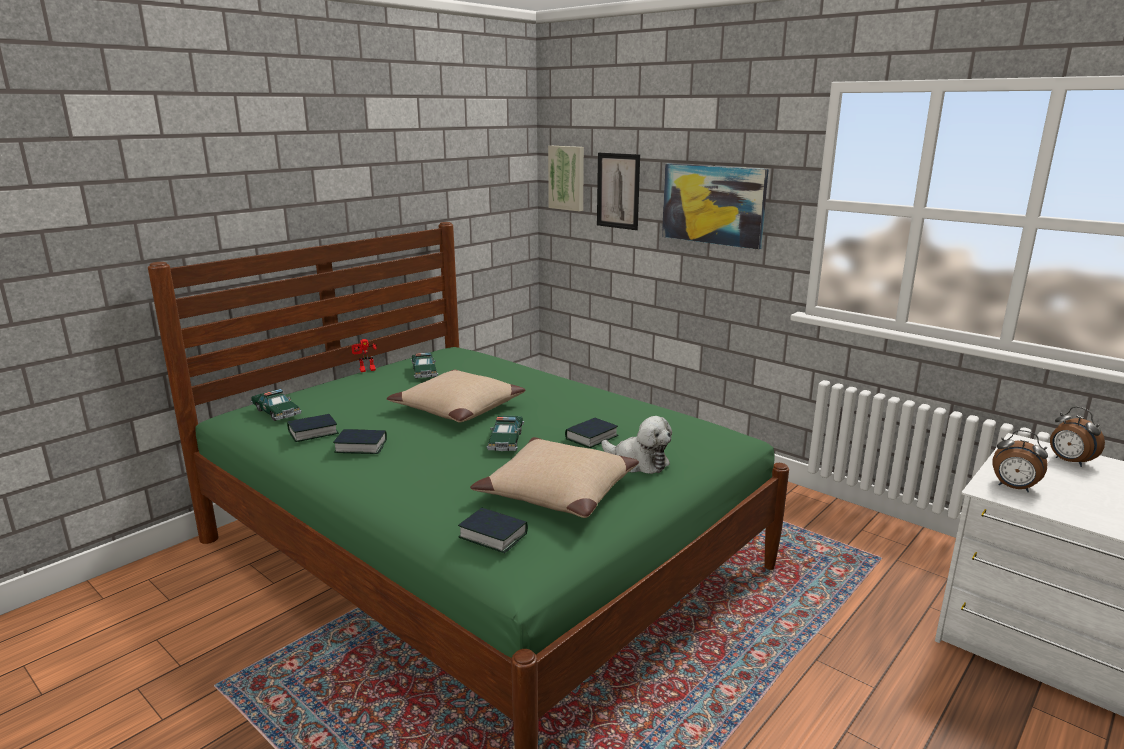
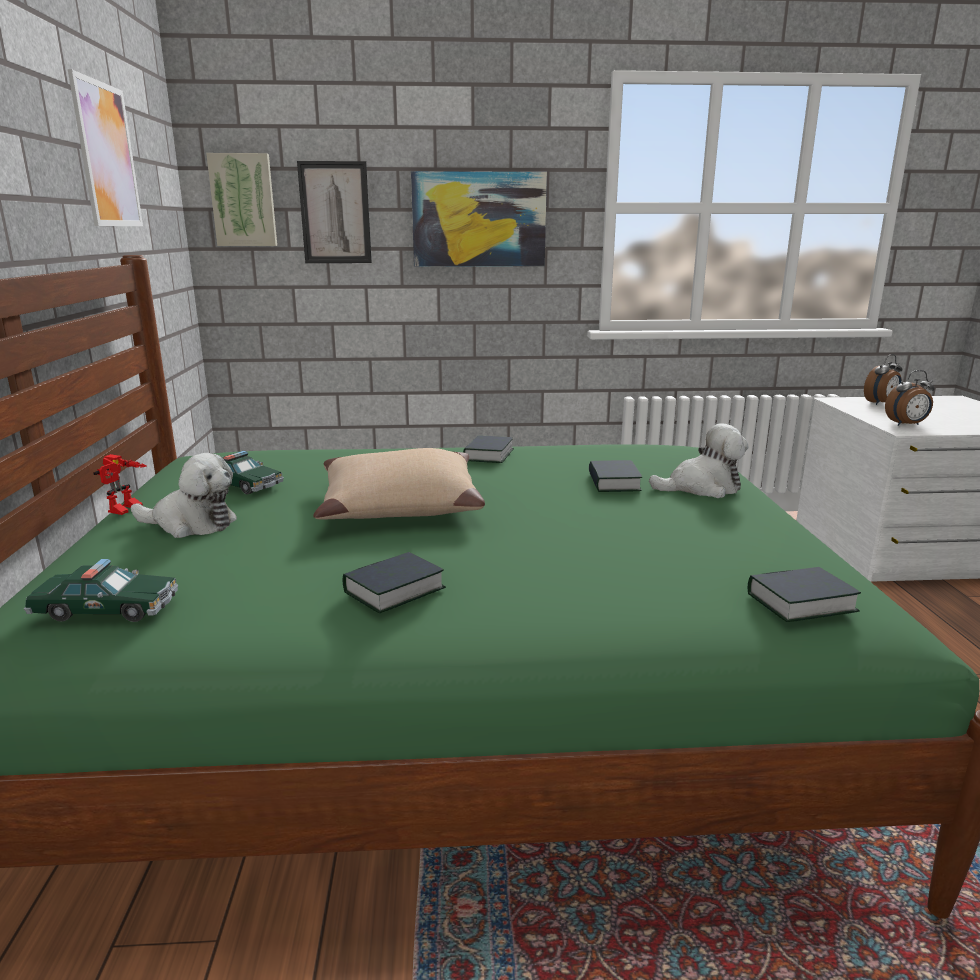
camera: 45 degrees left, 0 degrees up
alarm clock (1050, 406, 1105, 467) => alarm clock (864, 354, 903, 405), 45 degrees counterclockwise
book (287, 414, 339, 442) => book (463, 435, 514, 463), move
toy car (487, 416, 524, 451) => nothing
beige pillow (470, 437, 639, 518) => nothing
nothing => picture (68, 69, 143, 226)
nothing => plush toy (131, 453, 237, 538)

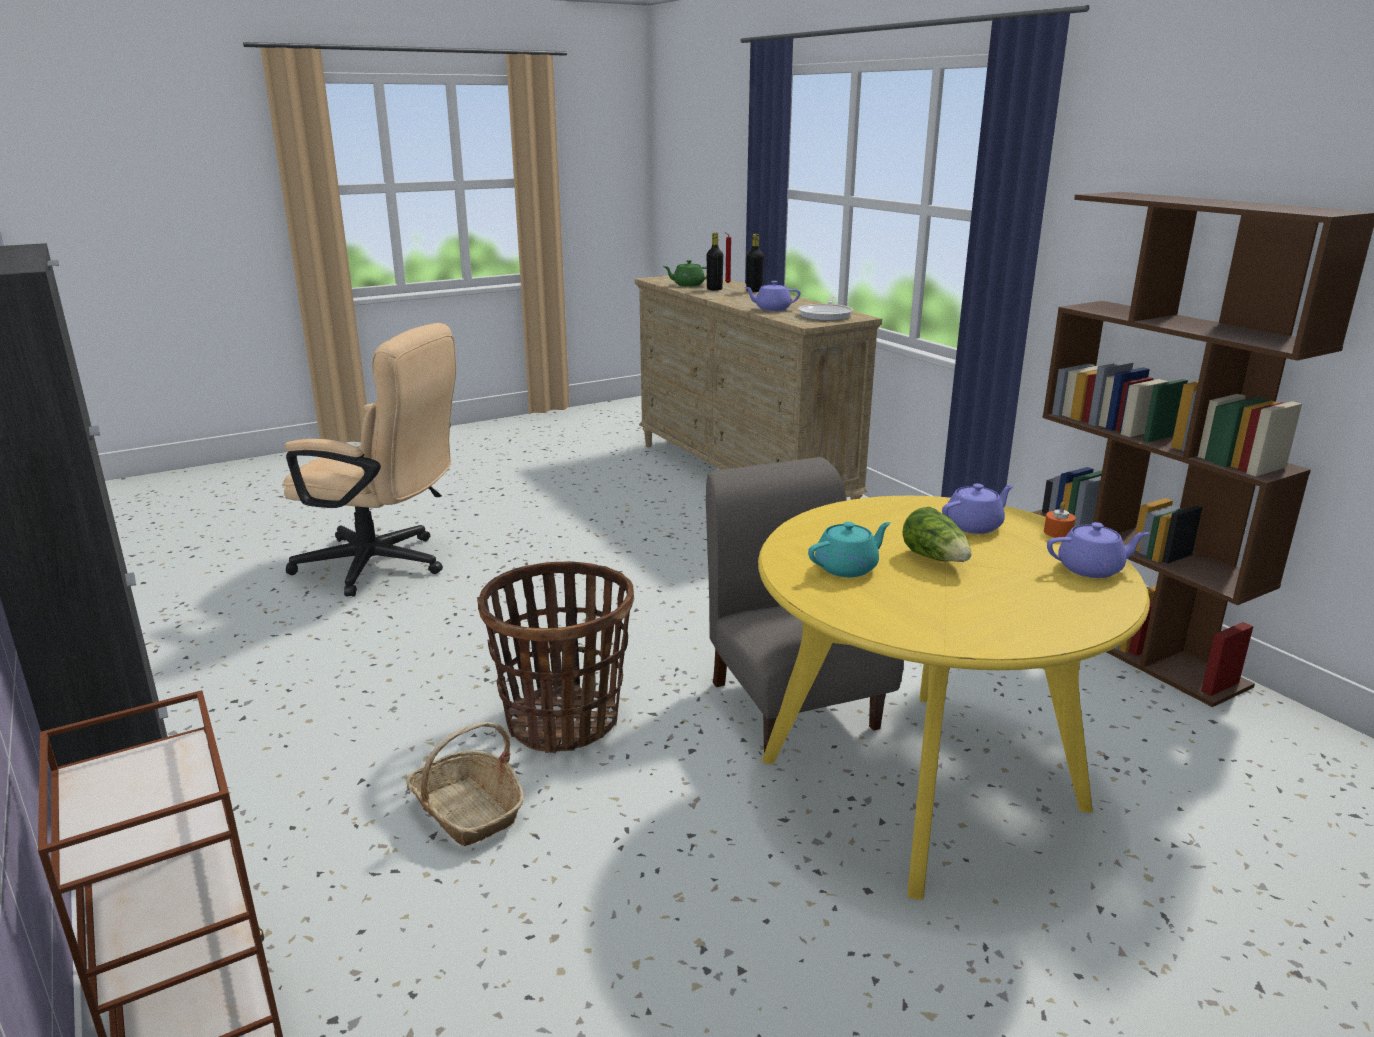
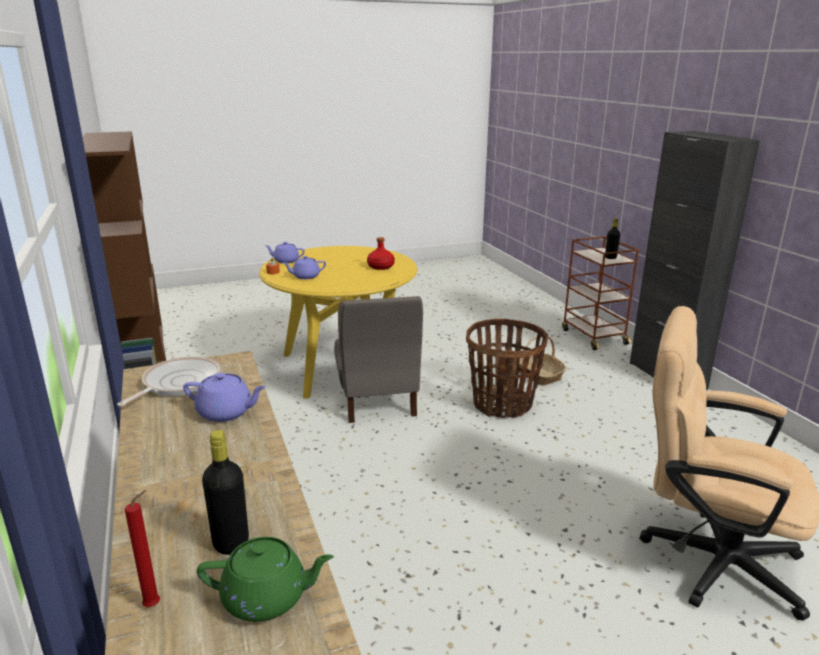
camera: 170 degrees left, 0 degrees up
black bottle (746, 234, 764, 292) => black bottle (605, 218, 620, 259), move
lettuce (903, 507, 971, 562) => nothing
turquoise teapot (808, 522, 891, 577) => red bottle (367, 237, 395, 270)

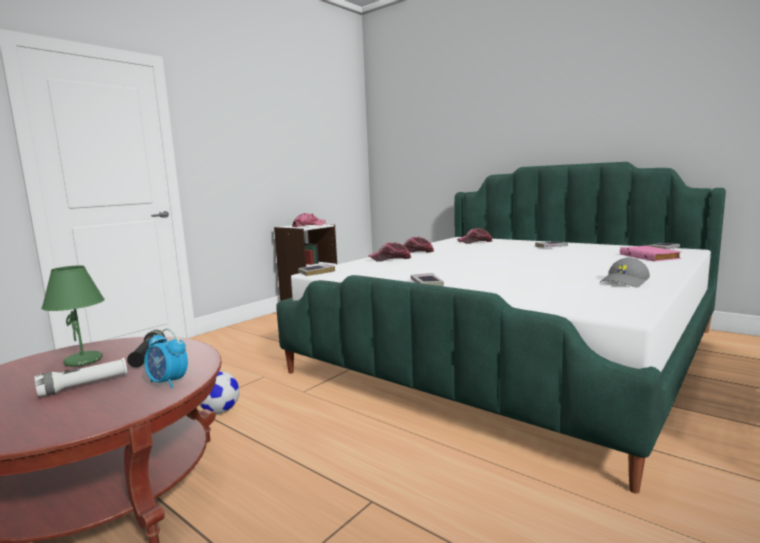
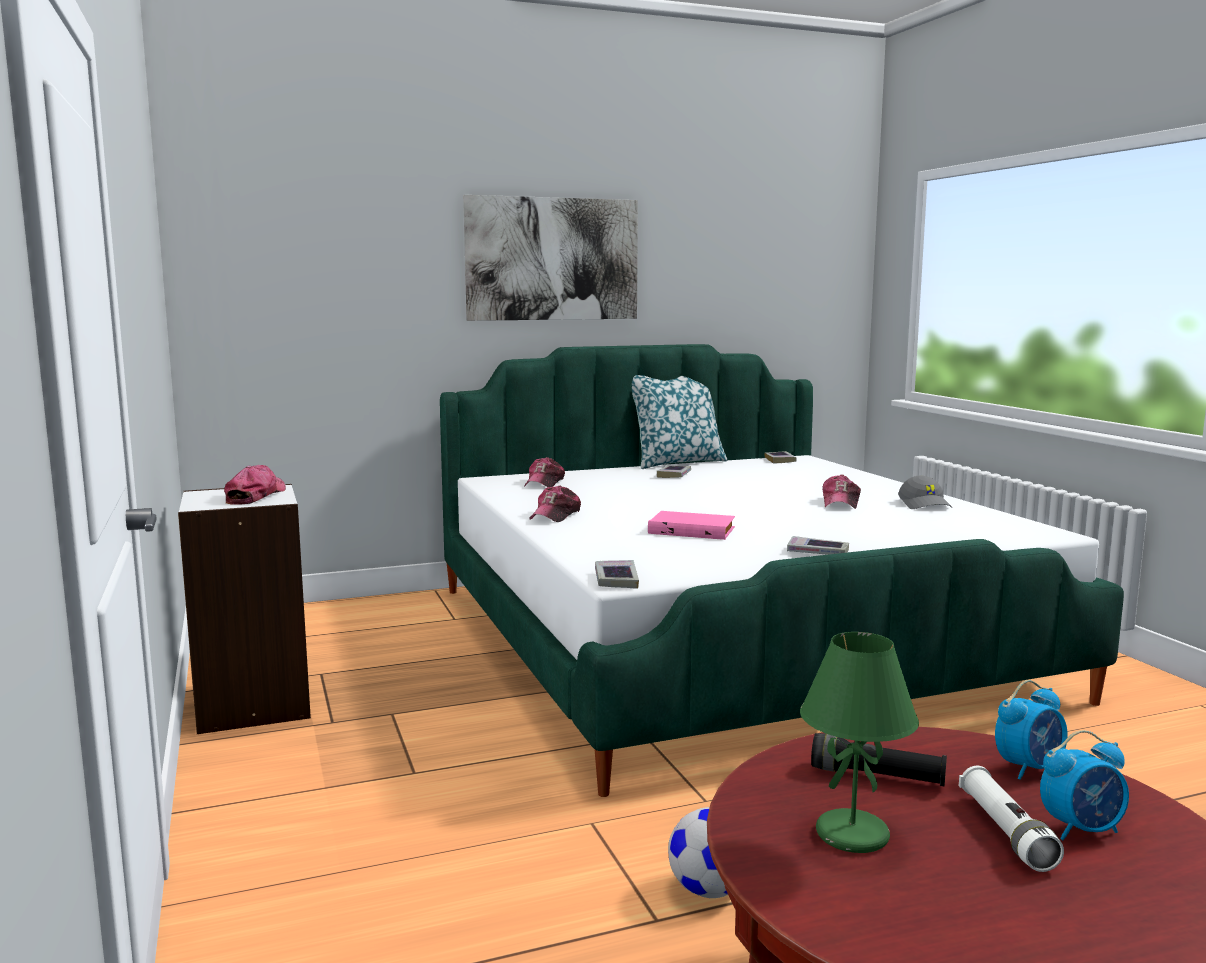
camera: 60 degrees left, 0 degrees up
cap (368, 242, 411, 262) => cap (823, 474, 861, 509), move
pink book (620, 246, 681, 262) => pink book (648, 511, 735, 540), move
nothing => picture (463, 195, 638, 321)
nothing => pillow (632, 375, 728, 469)
nothing => alarm clock (1040, 730, 1129, 840)

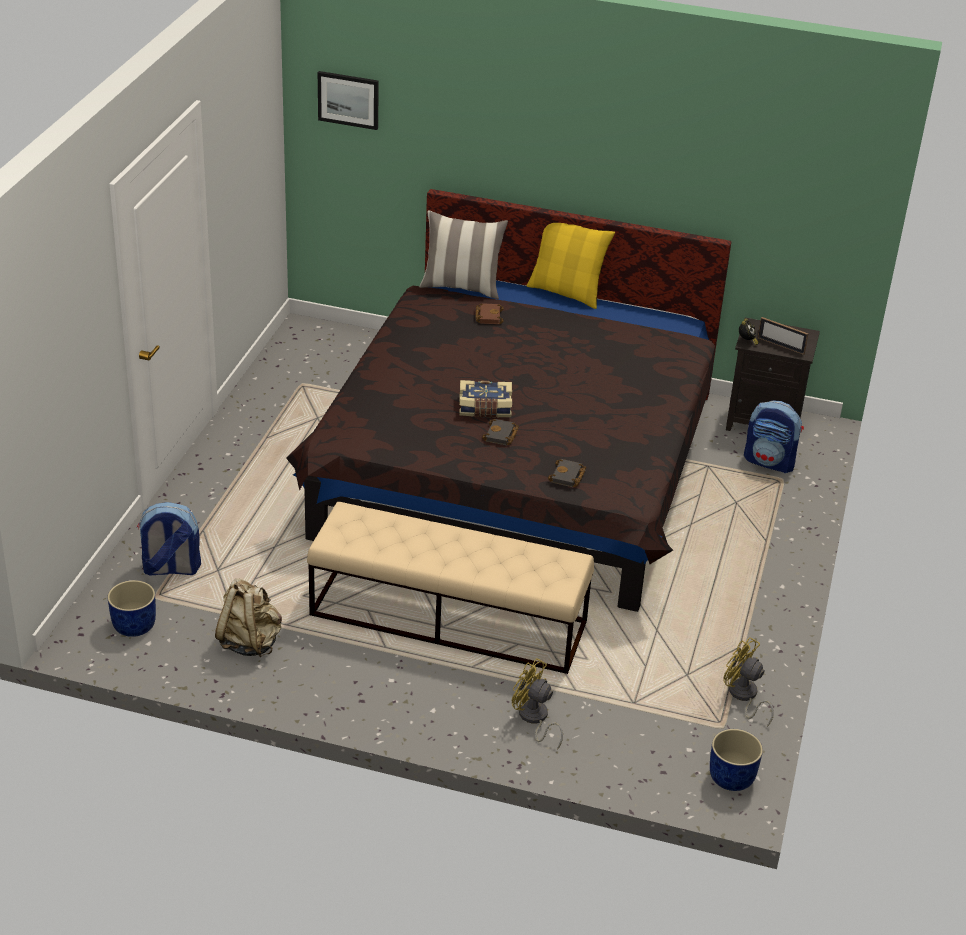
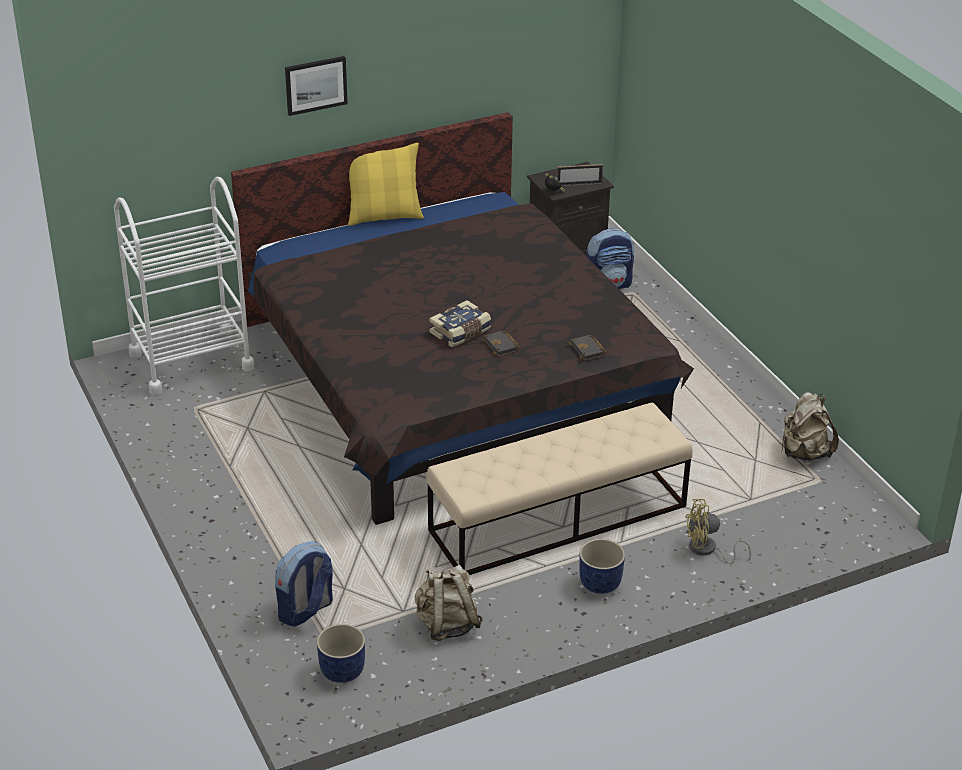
camera: 40 degrees left, 0 degrees up
picture (318, 71, 379, 130) => picture (285, 56, 348, 116), move
pillow (420, 210, 508, 299) => nothing
brown book (476, 303, 504, 324) => nothing
yellow fan (723, 637, 774, 727) => beige backpack (781, 392, 839, 461)
blue planter (710, 729, 763, 791) => blue planter (579, 539, 625, 594), move
nothing => white cart (114, 177, 254, 395)

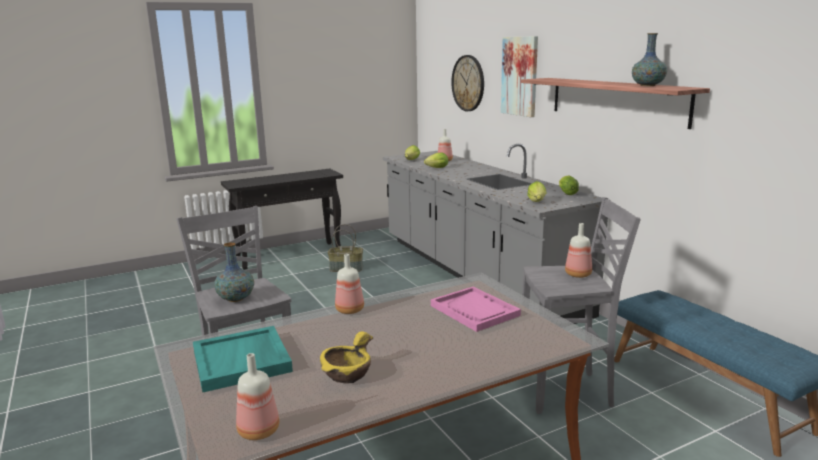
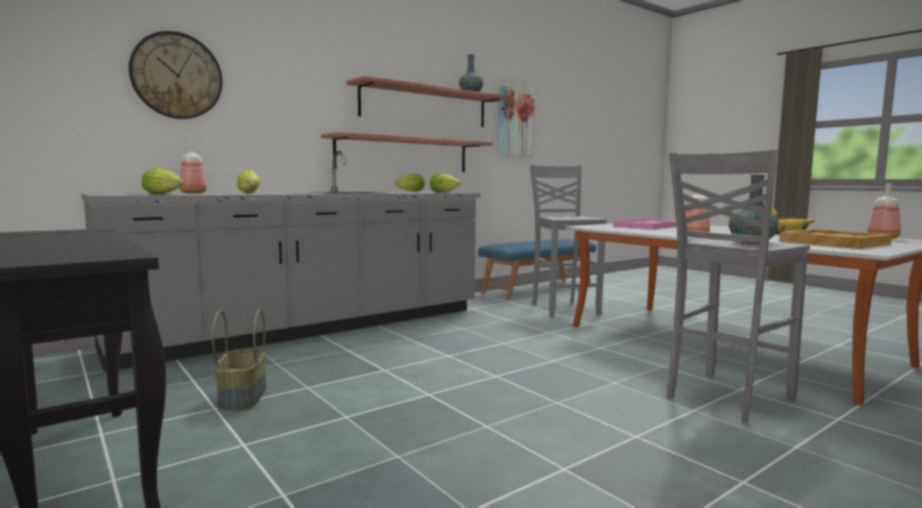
camera: 100 degrees left, 10 degrees down
picture (501, 36, 538, 117) => picture (498, 84, 535, 157), move
bottle (565, 223, 592, 278) => nothing
turquoise tray (193, 326, 293, 392) => beige tray (779, 229, 892, 249)
nothing => shelf (321, 132, 493, 172)

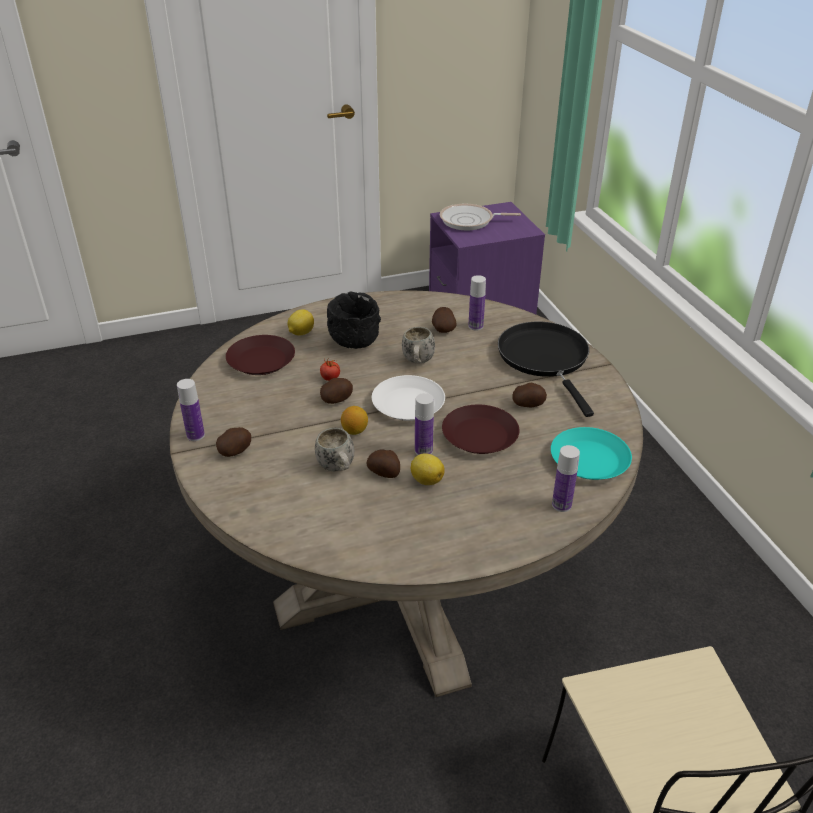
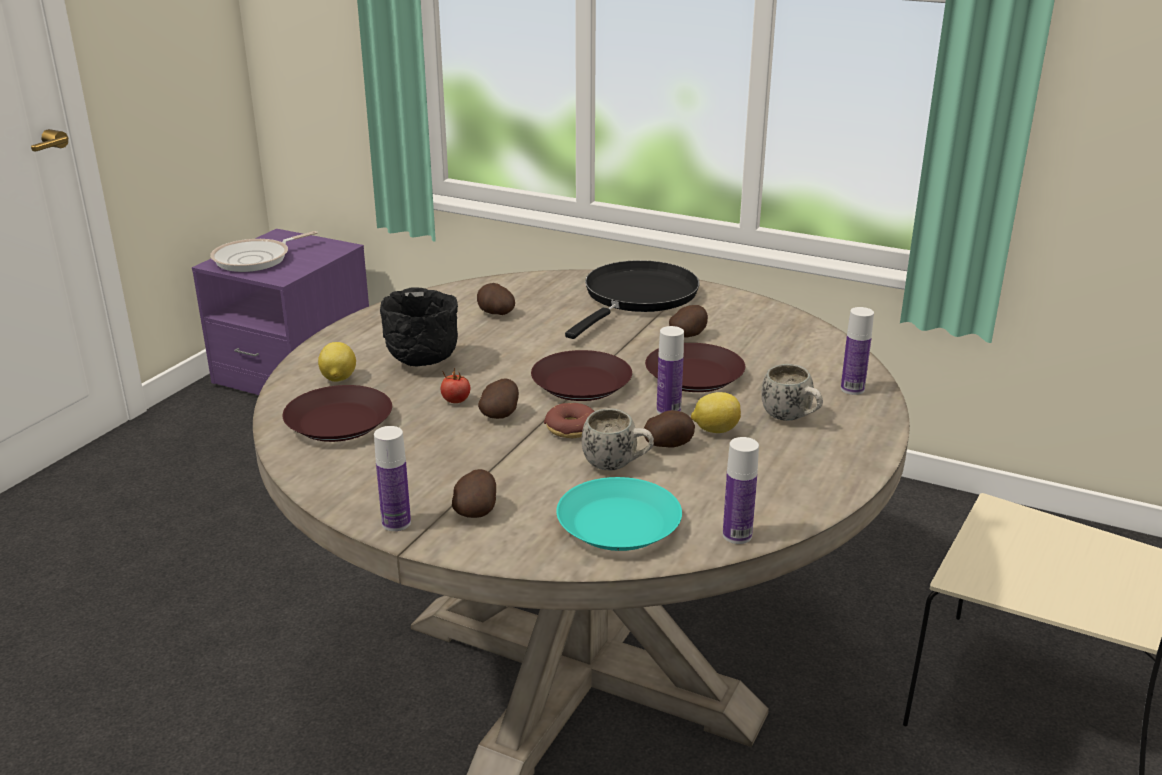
camera: 45 degrees left, 10 degrees down
bottle (468, 275, 486, 330) => bottle (723, 437, 759, 544), move
black frying pan (498, 322, 594, 417) => black frying pan (565, 260, 700, 339), 90 degrees clockwise
white mug (402, 327, 435, 363) => white mug (761, 364, 823, 421), move
white plate (372, 375, 445, 421) => brown plate (531, 350, 632, 401)
lemon (341, 406, 368, 435) => donut (544, 403, 595, 438)
turquoise plate (551, 427, 632, 480) => turquoise plate (556, 477, 682, 551), move

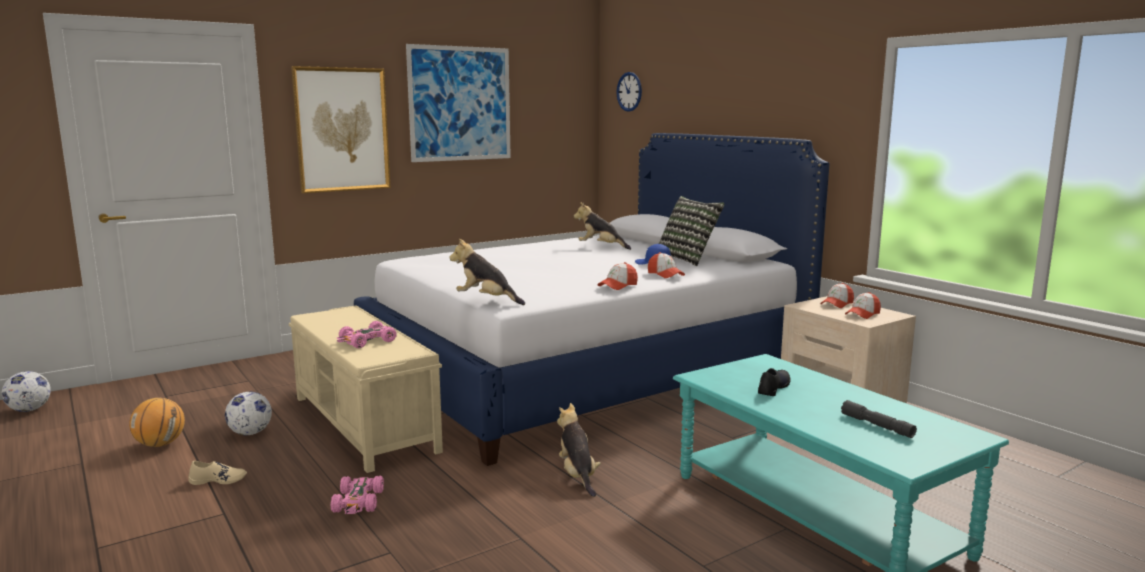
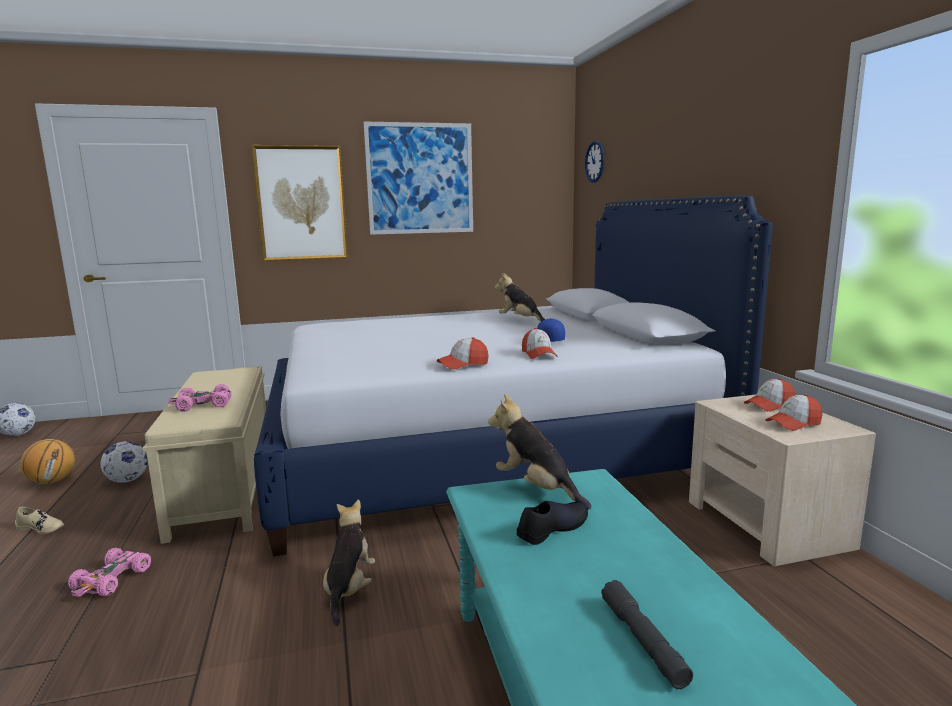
camera: 20 degrees right, 0 degrees up
pillow (659, 196, 725, 266) => nothing
plush toy (449, 238, 525, 305) => plush toy (488, 394, 591, 509), move

